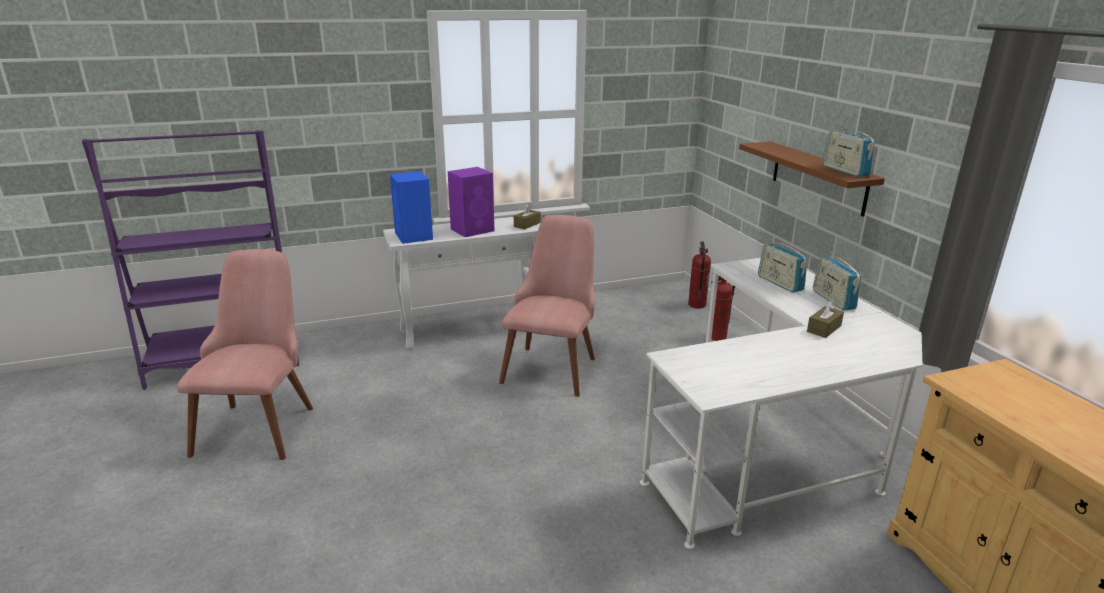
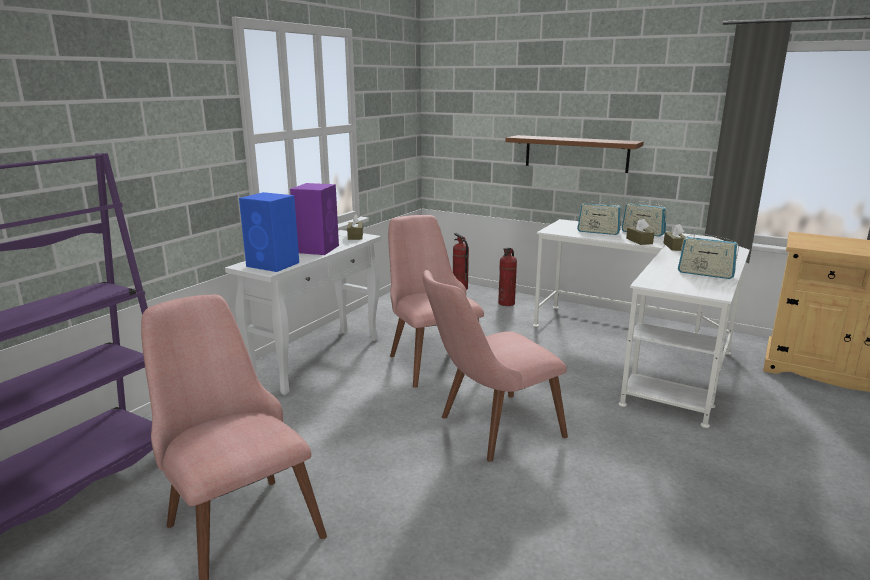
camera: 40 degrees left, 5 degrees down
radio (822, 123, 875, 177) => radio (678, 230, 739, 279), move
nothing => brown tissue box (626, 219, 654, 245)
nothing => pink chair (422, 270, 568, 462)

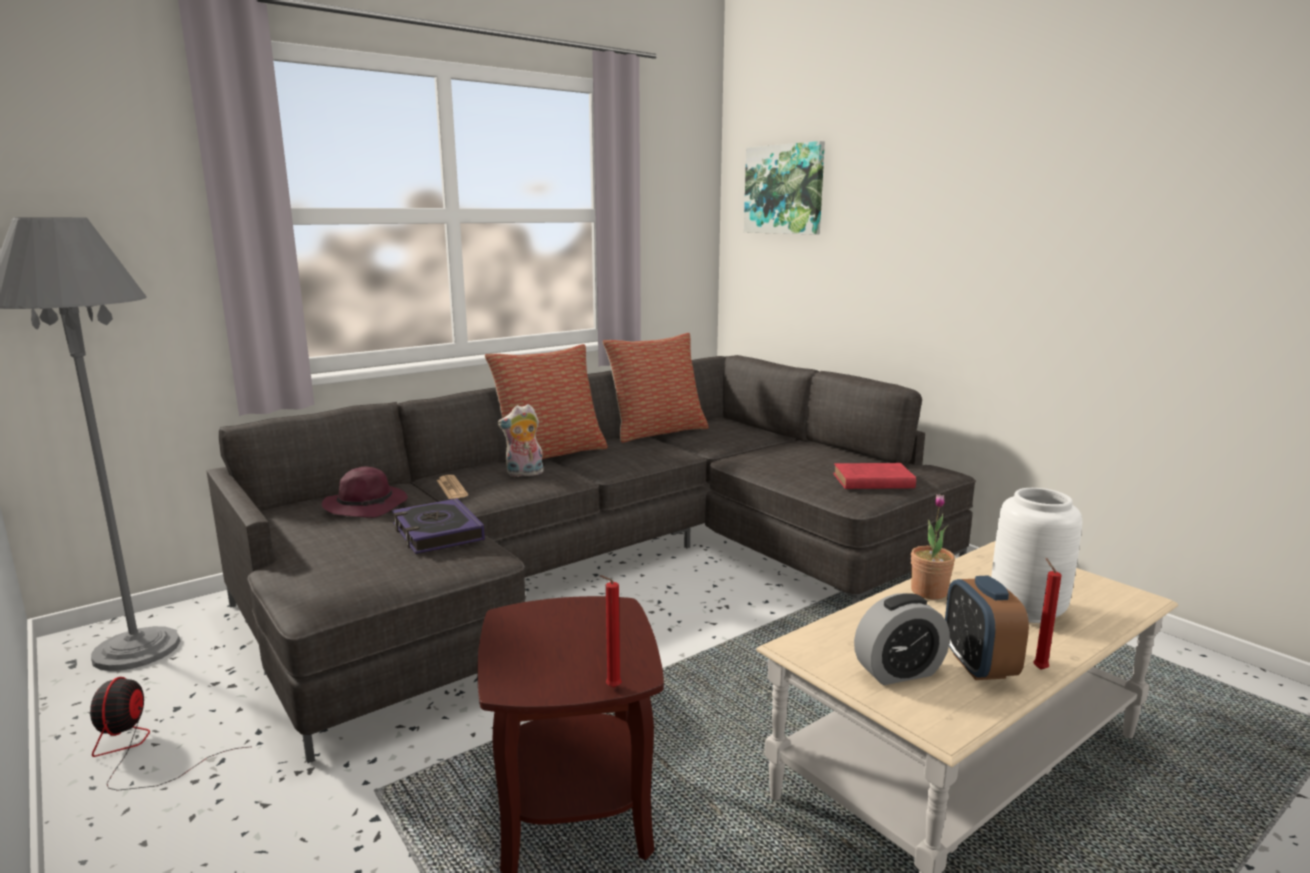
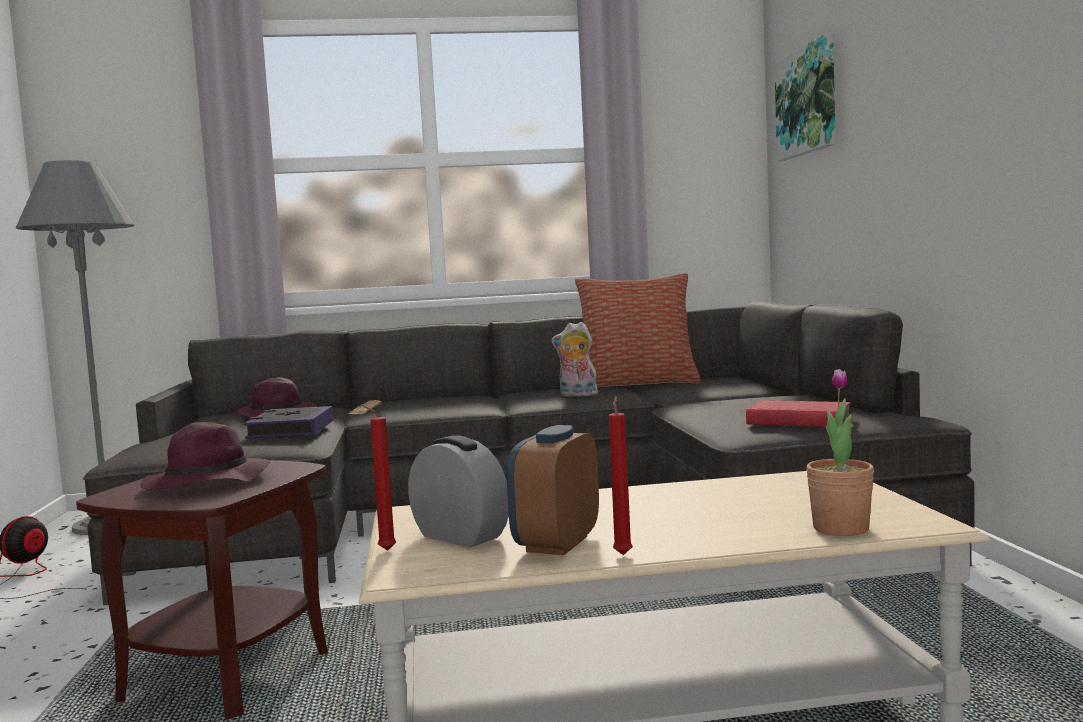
camera: 30 degrees right, 10 degrees down
pillow (485, 344, 608, 466) => nothing
plush toy (498, 404, 544, 477) => plush toy (552, 322, 598, 397), move
white vase (991, 488, 1082, 623) => nothing
potted plant (911, 494, 955, 599) => potted plant (806, 369, 874, 536), move
red candle (600, 575, 622, 688) => red candle (361, 404, 396, 551), move
alarm clock (854, 593, 950, 685) => alarm clock (408, 435, 509, 548), 150 degrees counterclockwise
nothing => purple hat (140, 422, 270, 489)

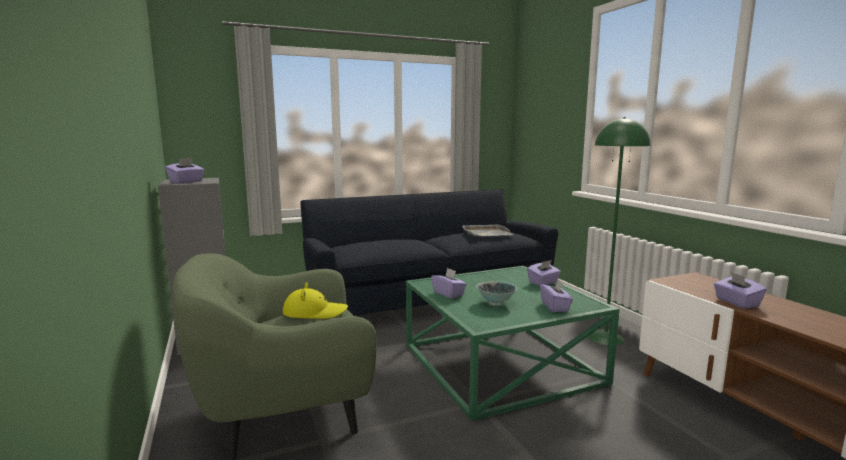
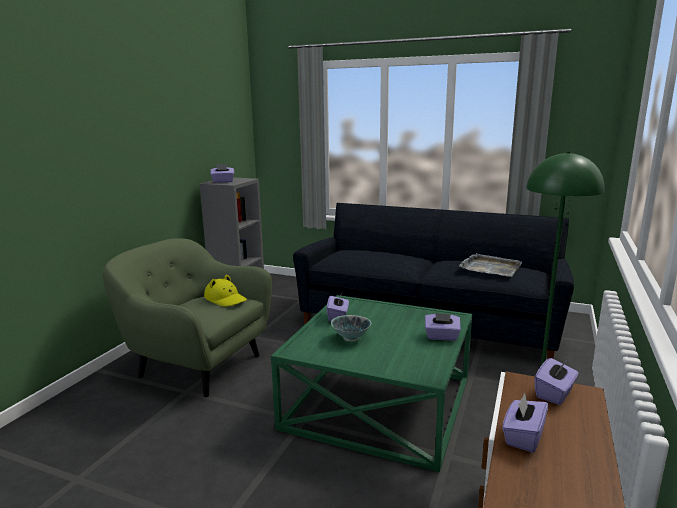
camera: 45 degrees right, 5 degrees up
purple tissue box (540, 279, 573, 312) => purple tissue box (534, 358, 579, 405), move

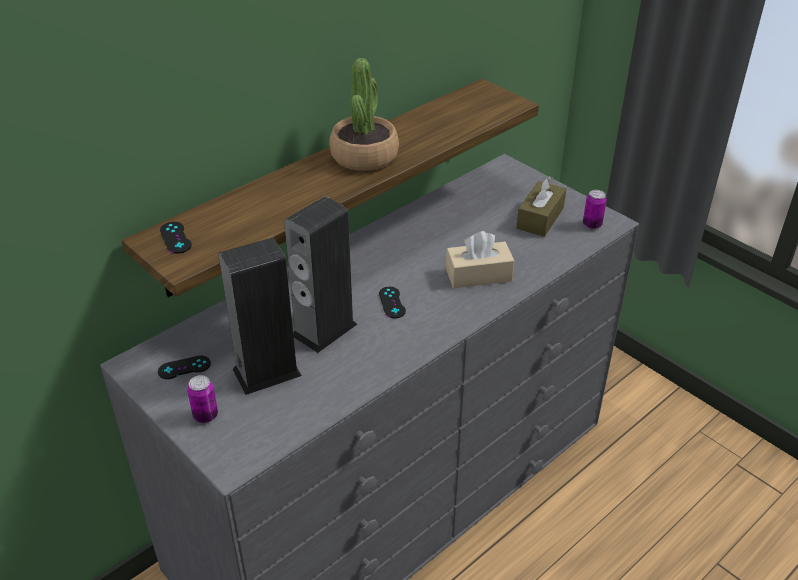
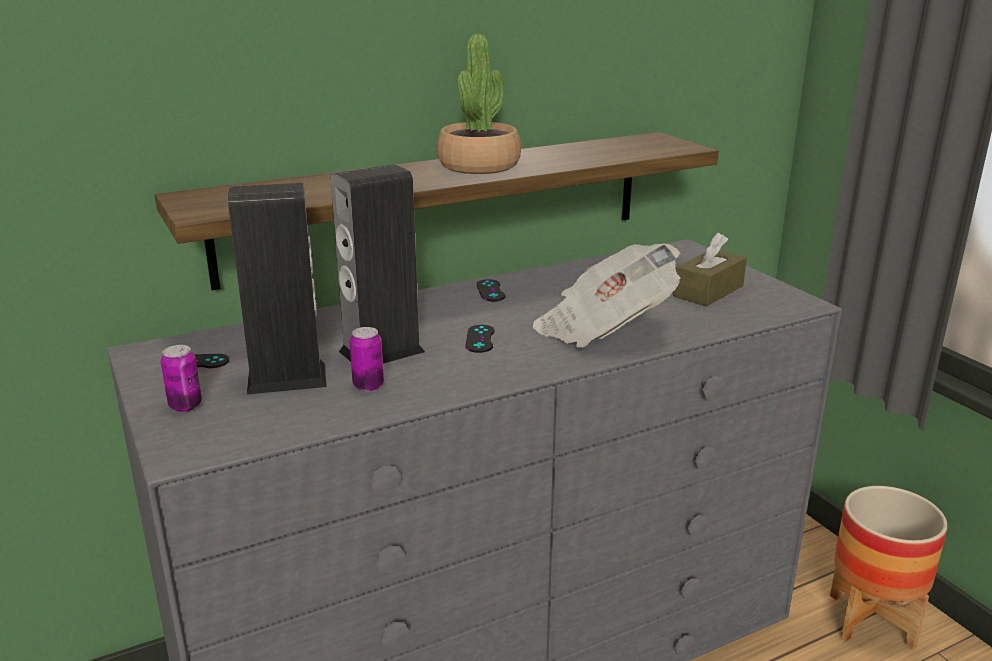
camera: 15 degrees right, 15 degrees down
can (583, 190, 607, 229) => can (350, 327, 384, 391), move
black game controller (160, 222, 192, 254) => black game controller (477, 279, 506, 301), move
beige tissue box (446, 231, 514, 288) => newspaper (533, 244, 681, 348)
nothing => planter (830, 486, 948, 650)

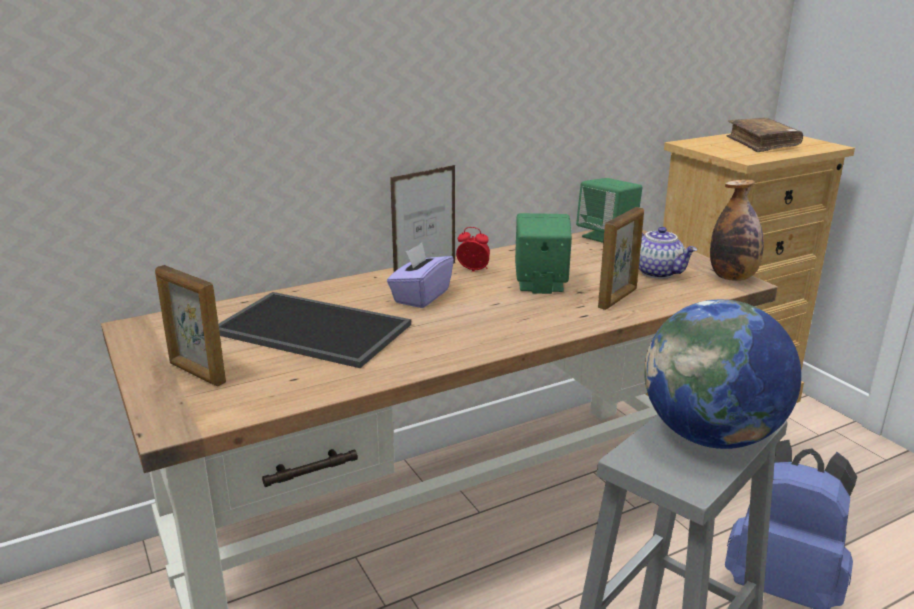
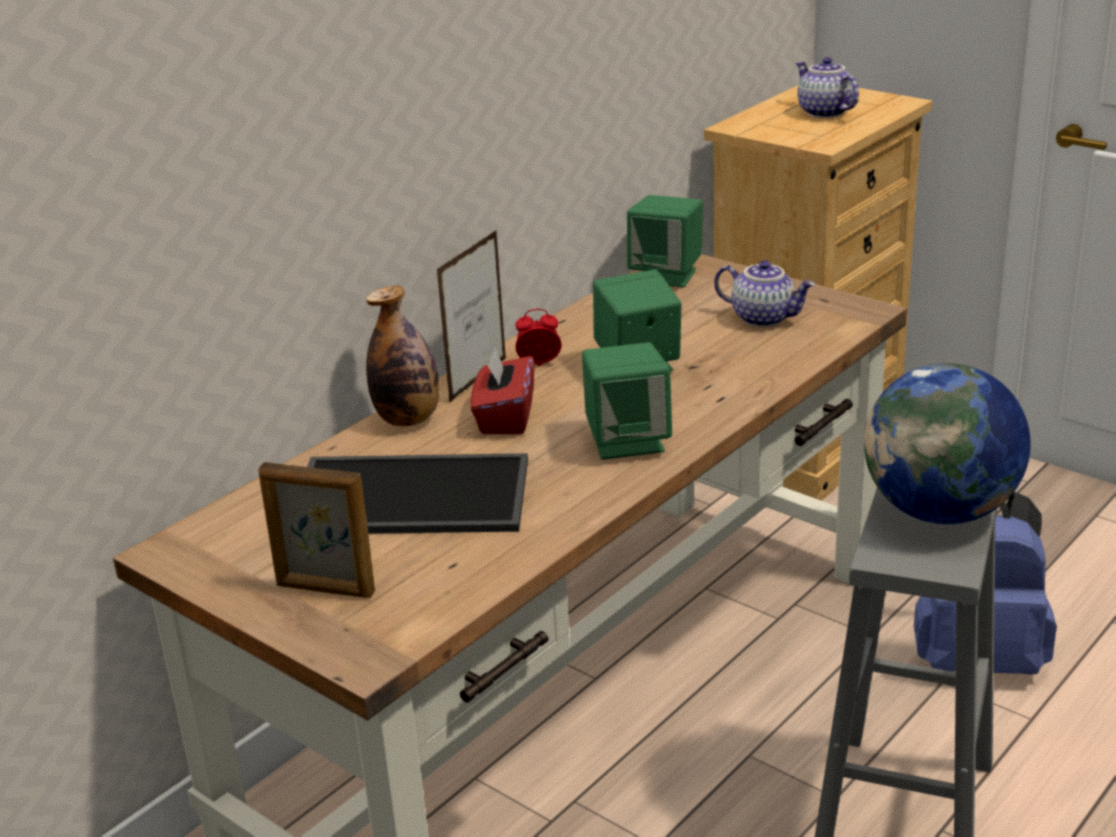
camera: 20 degrees left, 5 degrees up
brown book (727, 118, 803, 152) => teapot (796, 57, 859, 118)
bottle (710, 179, 764, 281) => bottle (366, 286, 439, 426), move
picture frame (598, 207, 644, 310) => nothing
purple tissue box (387, 243, 454, 308) => red tissue box (471, 347, 534, 434)
nothing => green speaker (582, 342, 672, 460)

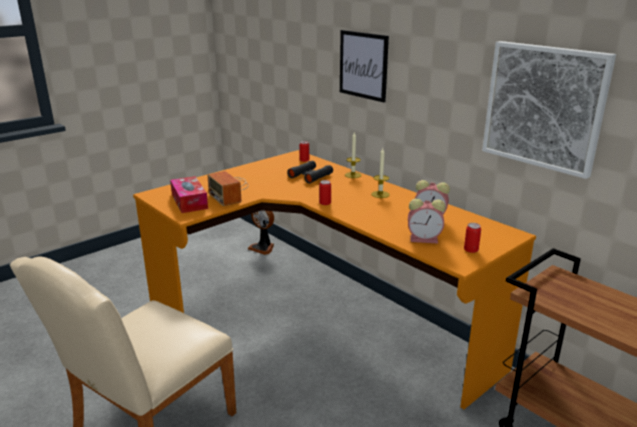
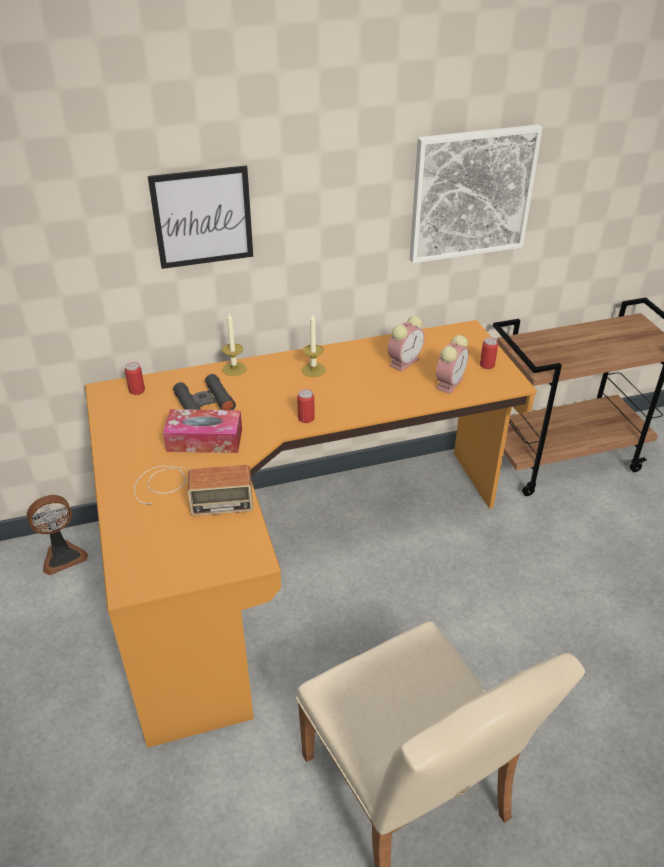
camera: 65 degrees left, 15 degrees up
tissue box (170, 176, 208, 213) => tissue box (163, 409, 242, 453), move

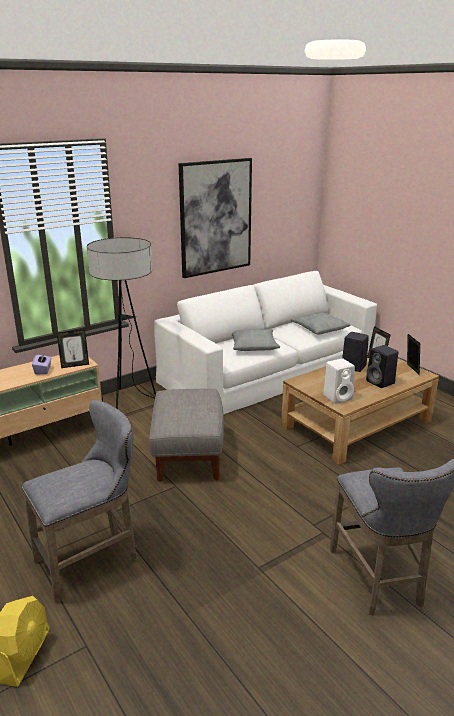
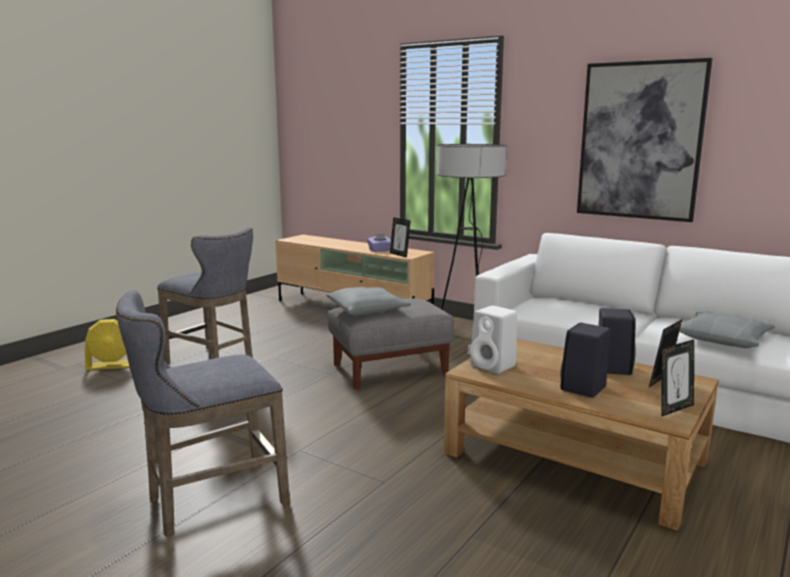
camera: 70 degrees right, 10 degrees down
grey pillow (232, 329, 280, 351) => grey pillow (326, 287, 411, 316), move

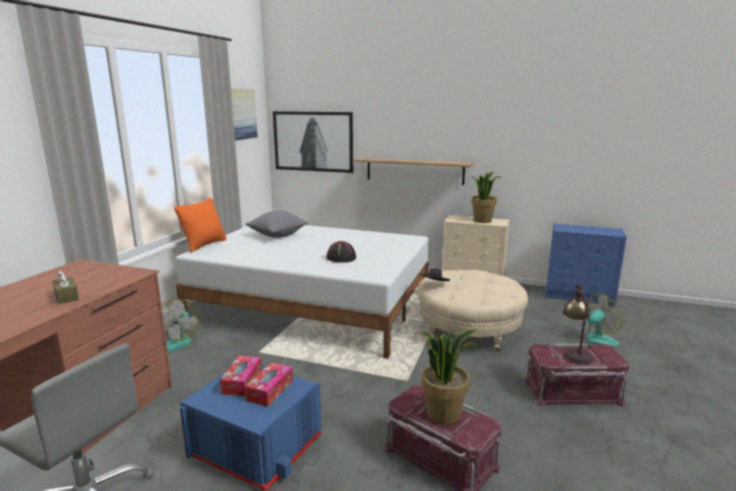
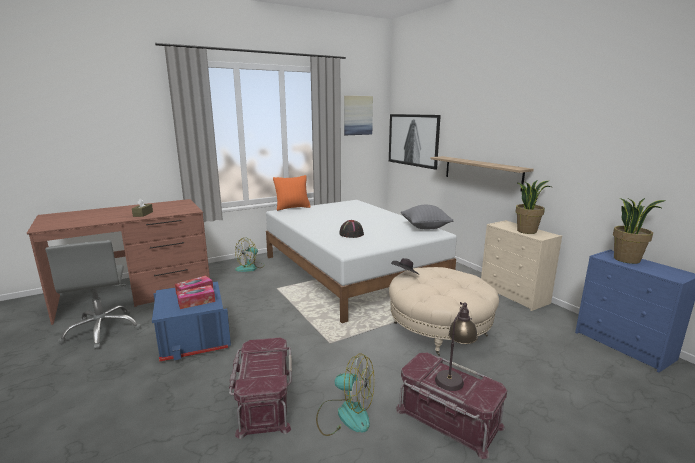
camera: 40 degrees right, 0 degrees up
grey pillow (246, 211, 308, 238) => grey pillow (401, 205, 453, 229), move
fan (574, 294, 623, 347) => fan (316, 353, 374, 436), move
potted plant (420, 329, 478, 425) => potted plant (613, 197, 666, 264), move

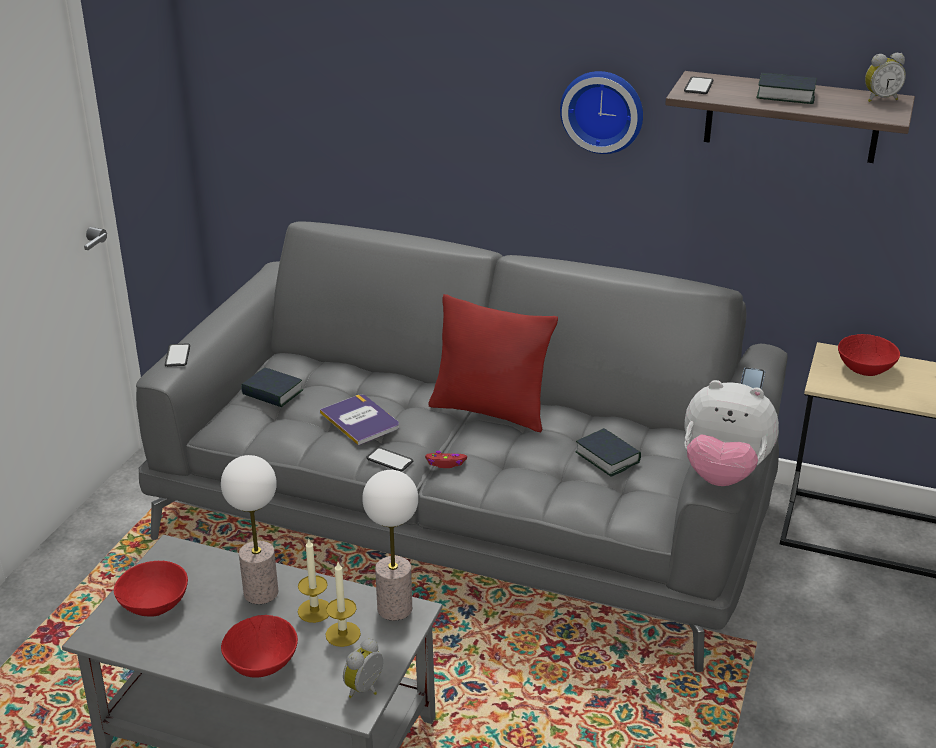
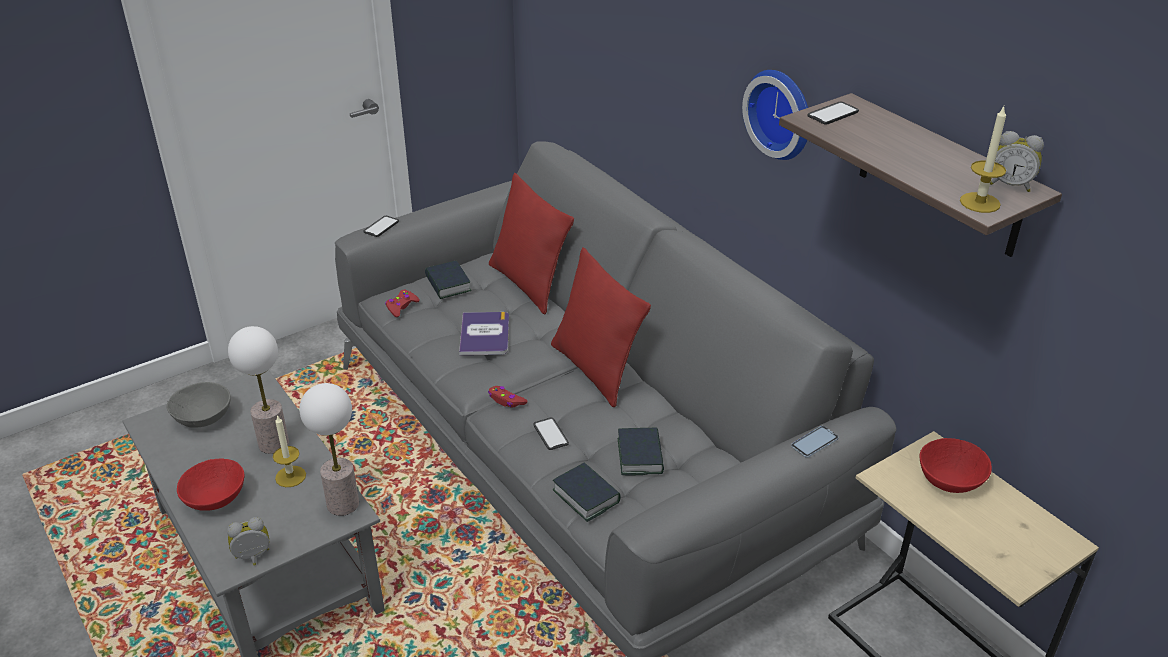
camera: 35 degrees right, 5 degrees up
book (756, 73, 817, 104) => book (553, 462, 621, 522), move
plush toy (685, 380, 779, 486) => nothing
phone (366, 447, 413, 472) => phone (533, 418, 569, 450), move
red bowl (114, 561, 188, 616) => grey bowl (167, 382, 231, 428)
candle (326, 562, 361, 647) => candle (960, 107, 1006, 213), move
nothing => red pillow (489, 173, 574, 314)
nothing => red game controller (385, 290, 420, 317)

